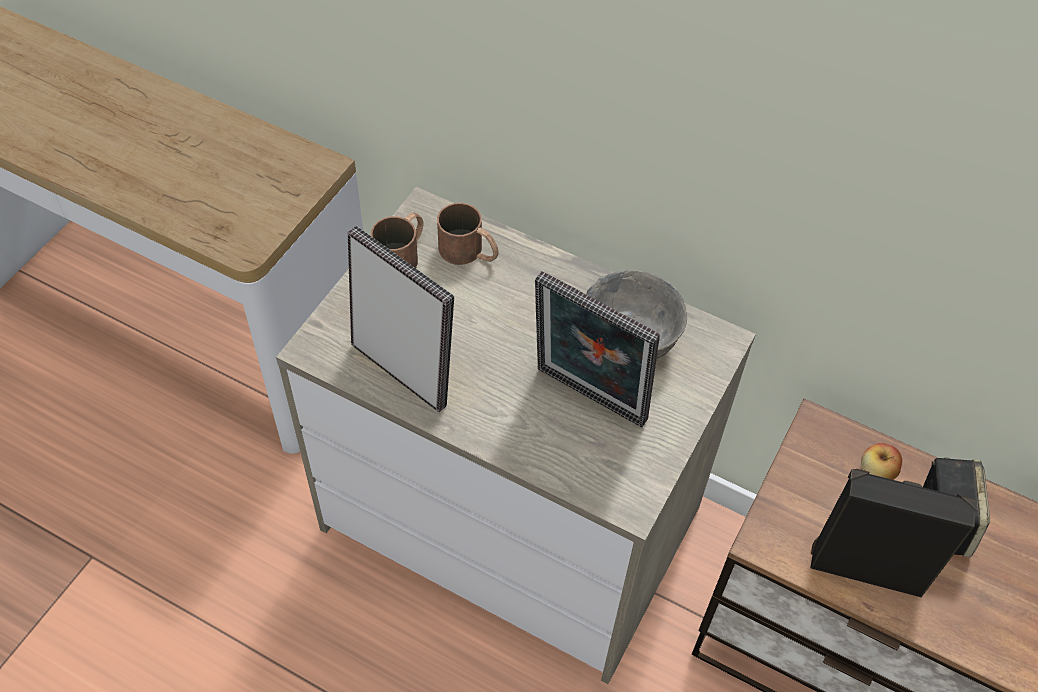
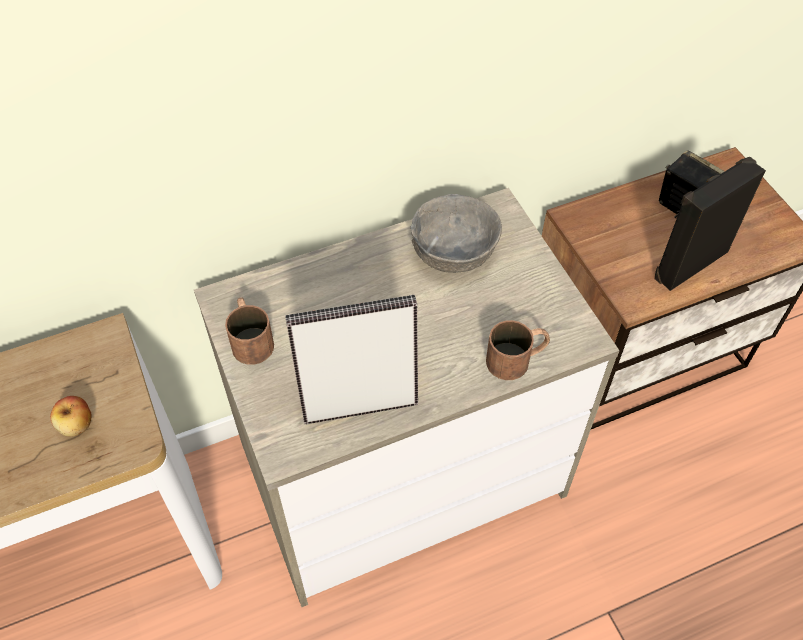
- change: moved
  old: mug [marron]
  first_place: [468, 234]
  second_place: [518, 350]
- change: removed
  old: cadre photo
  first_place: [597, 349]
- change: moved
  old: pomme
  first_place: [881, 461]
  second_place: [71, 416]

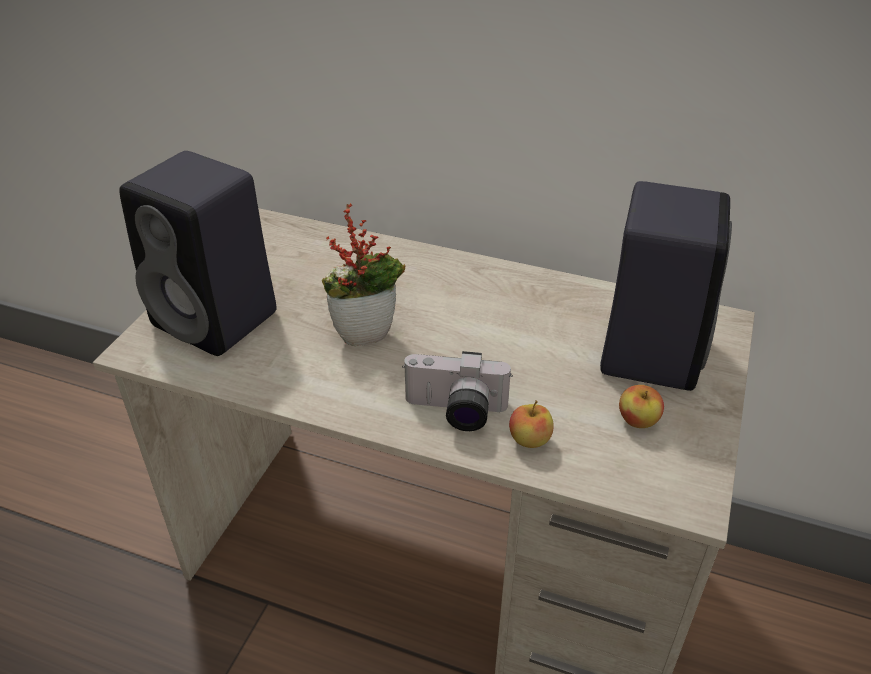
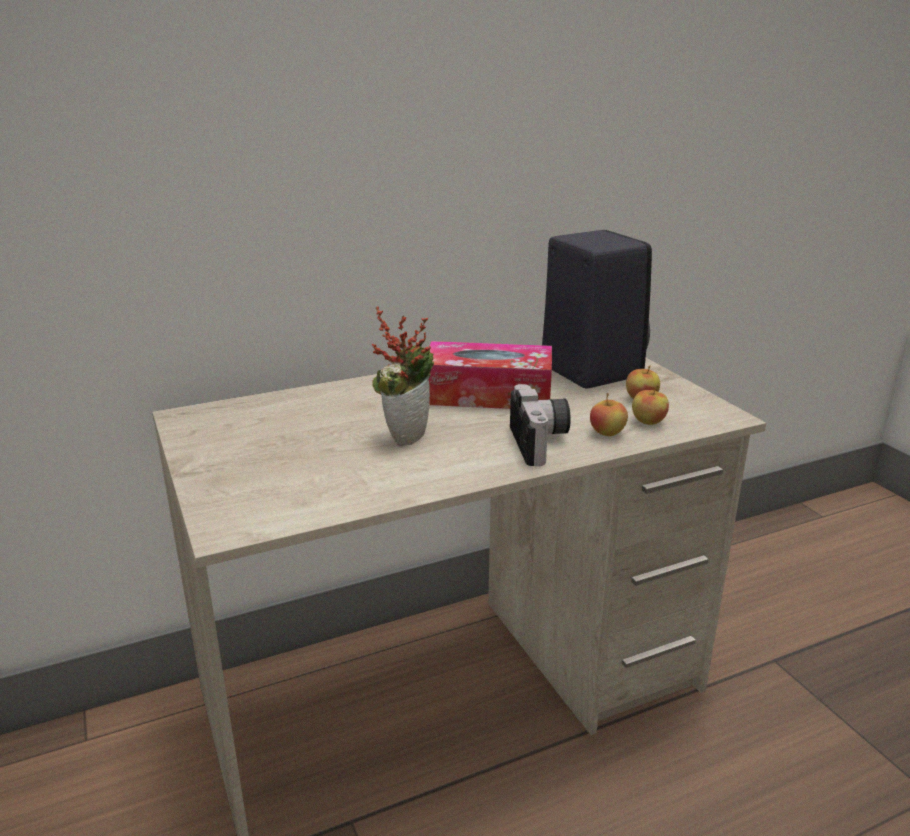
- change: removed
  old: enceinte [noir]
  first_place: [198, 253]
- change: turned
  old: appareil photo
  first_place: [457, 391]
  second_place: [540, 425]
  degrees: -60
- change: added
  new: boîte à mouchoirs
  second_place: [490, 375]
- change: added
  new: pomme
  second_place: [650, 405]

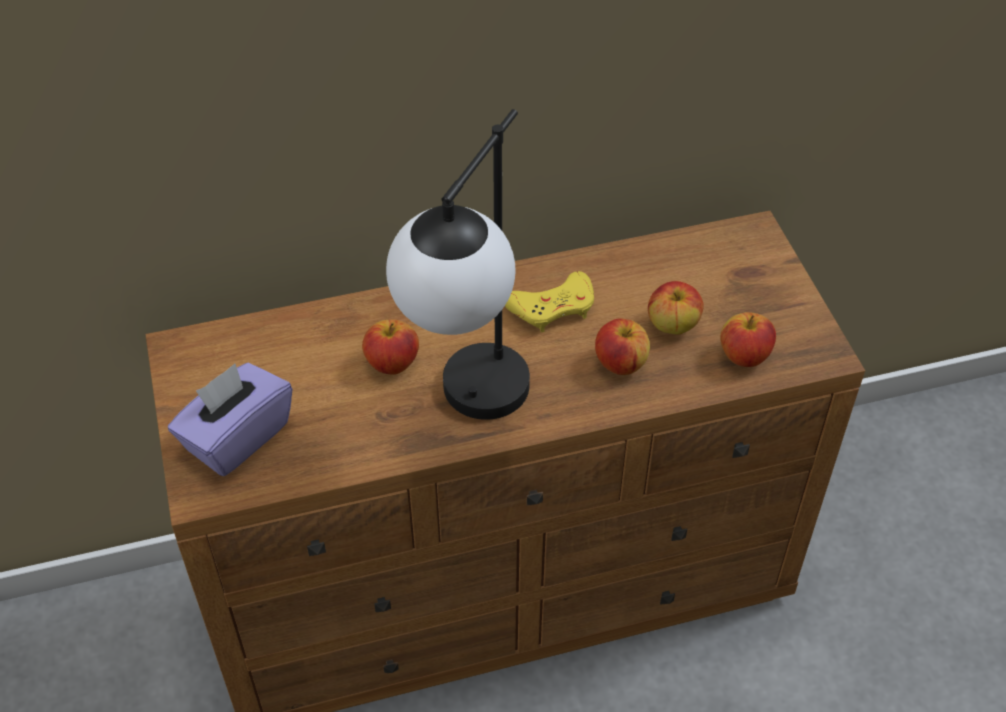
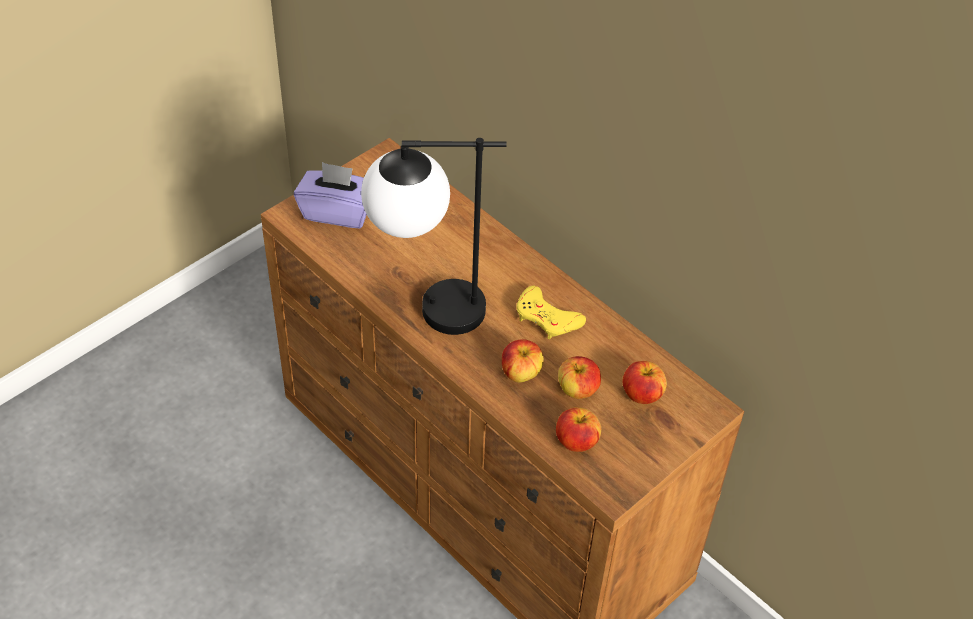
- change: moved
  old: pomme
  first_place: [390, 347]
  second_place: [644, 382]

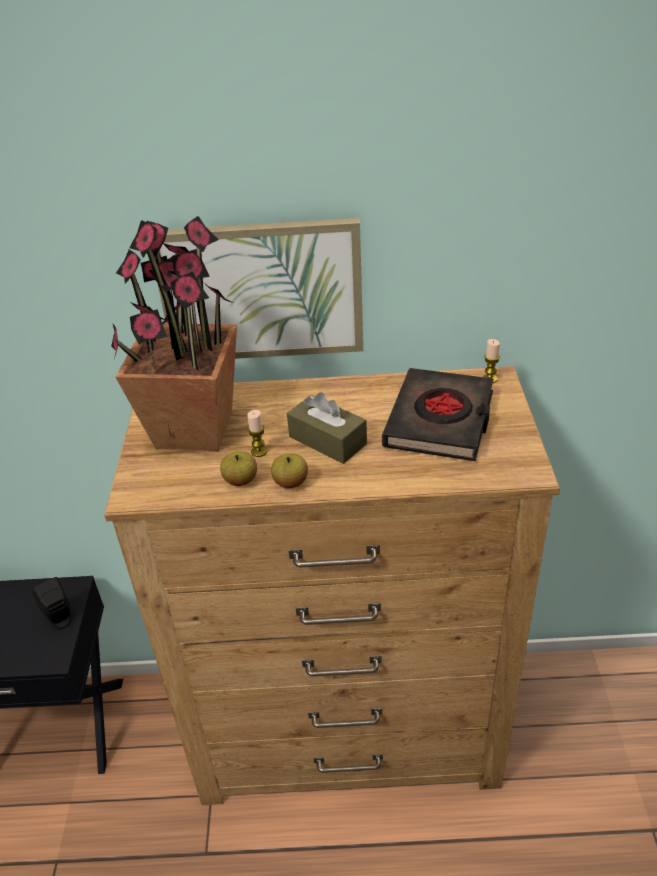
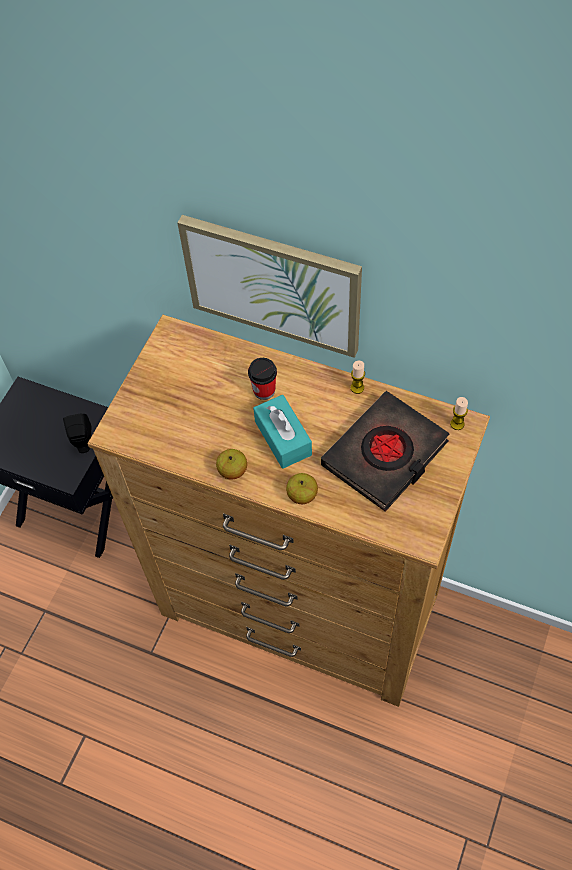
- change: removed
  old: plante en pot
  first_place: [174, 333]
- change: moved
  old: pomme
  first_place: [238, 468]
  second_place: [302, 488]
- change: moved
  old: bougie
  first_place: [257, 433]
  second_place: [358, 377]
- change: recoloured
  old: boîte à mouchoirs [marron]
  new: boîte à mouchoirs [turquoise]
  first_place: [327, 428]
  second_place: [282, 432]
- change: added
  new: tasse
  second_place: [262, 379]

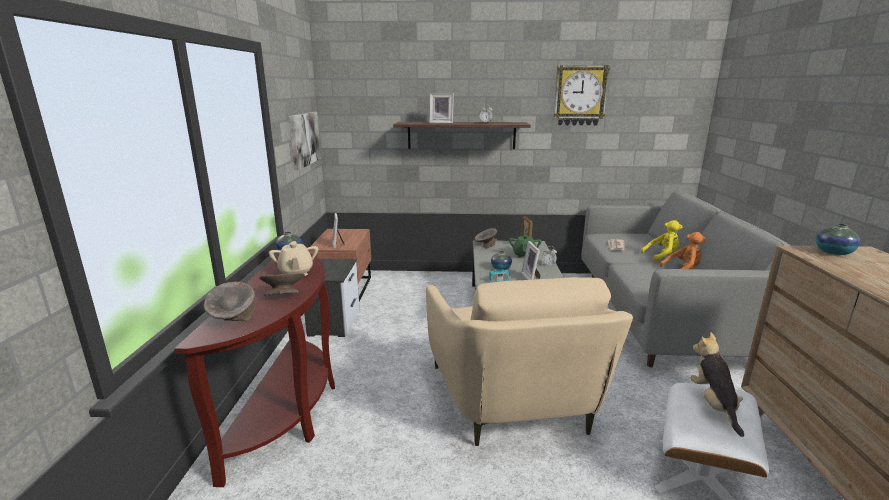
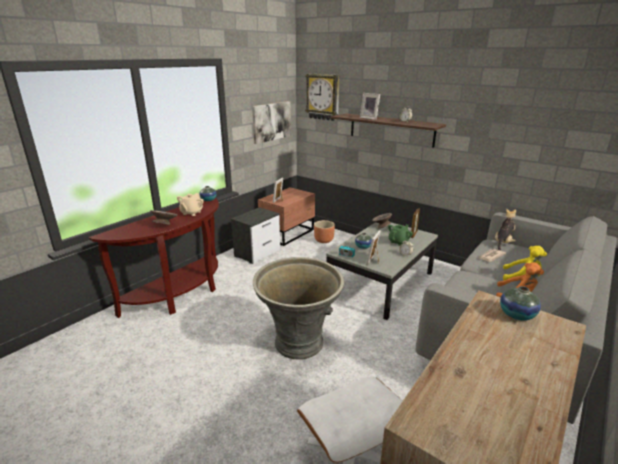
- change: removed
  old: bol [gris]
  first_place: [229, 301]
- change: replaced
  old: fauteuil [beige]
  new: cache-pot [gris]
  first_place: [529, 361]
  second_place: [298, 308]
- change: moved
  old: horloge murale
  first_place: [582, 95]
  second_place: [322, 97]
- change: moved
  old: peluche
  first_place: [717, 384]
  second_place: [505, 230]
- change: added
  new: cache-pot [marron]
  second_place: [324, 231]

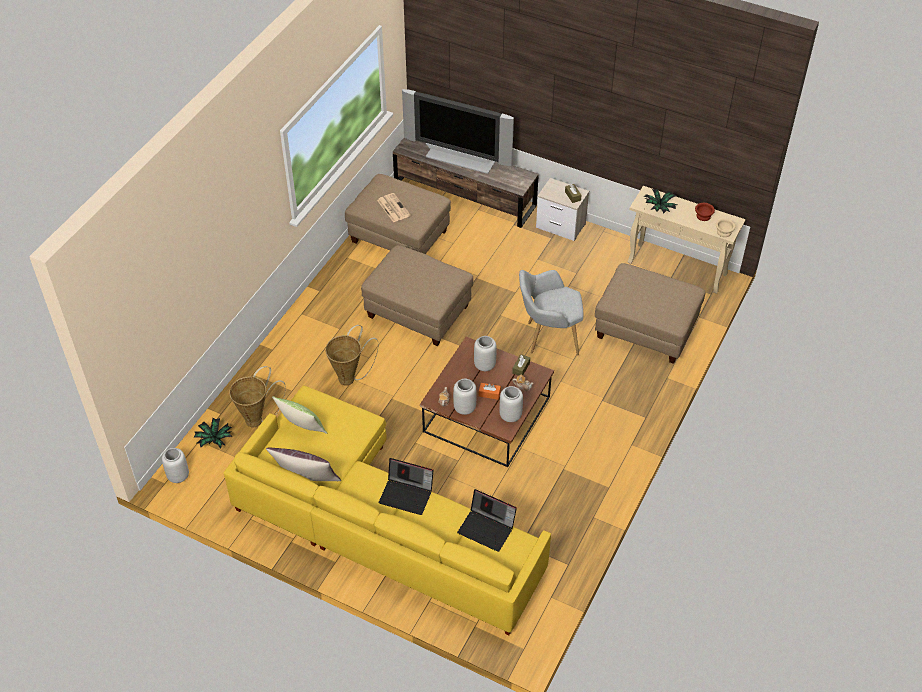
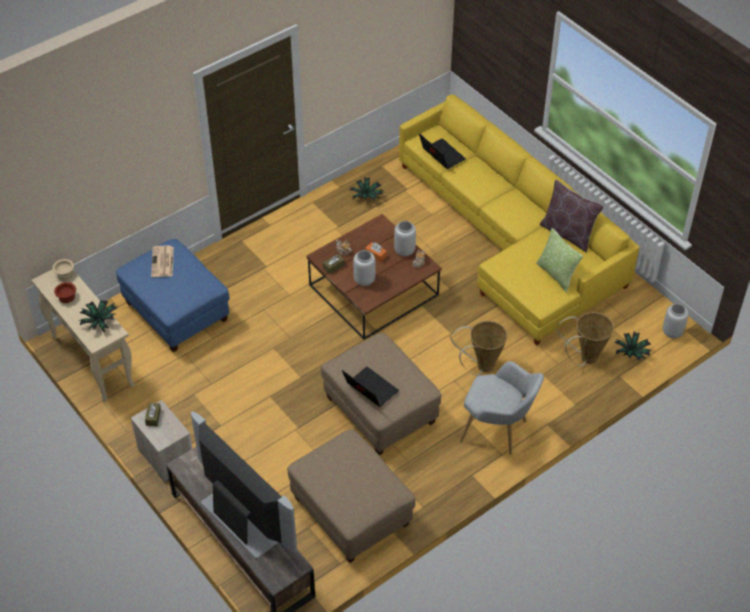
- change: moved
  old: journal
  first_place: [394, 208]
  second_place: [162, 261]
- change: moved
  old: ordinateur portable
  first_place: [406, 486]
  second_place: [370, 387]
- change: removed
  old: vase [gris]
  first_place: [511, 404]
- change: moved
  old: fauteuil [gris]
  first_place: [551, 312]
  second_place: [502, 408]
- change: recoloured
  old: pouf [beige]
  new: pouf [bleu]
  first_place: [650, 313]
  second_place: [173, 295]
- change: added
  new: plante en pot
  second_place: [366, 189]

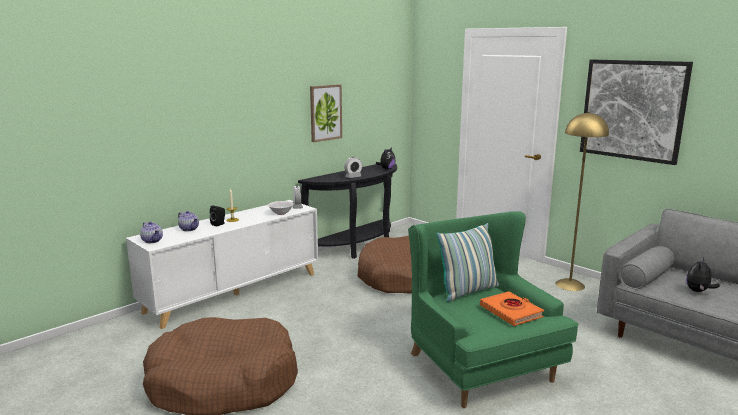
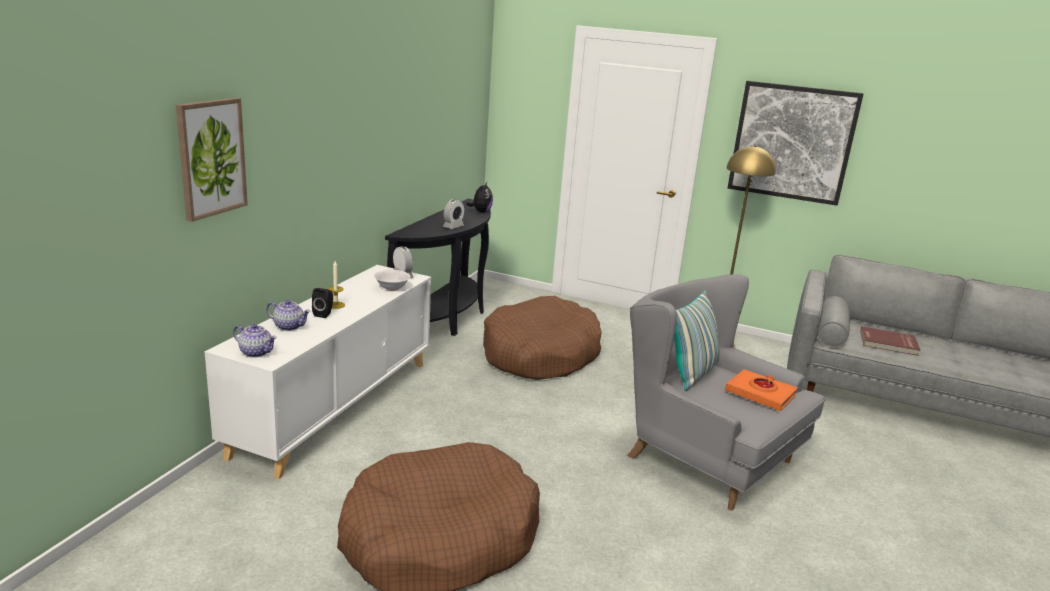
- change: moved
  old: tableau
  first_place: [326, 113]
  second_place: [212, 160]
- change: recoloured
  old: fauteuil [vert]
  new: fauteuil [gris]
  first_place: [493, 309]
  second_place: [726, 392]
- change: replaced
  old: peluche
  new: livre [rouge]
  first_place: [703, 274]
  second_place: [890, 341]

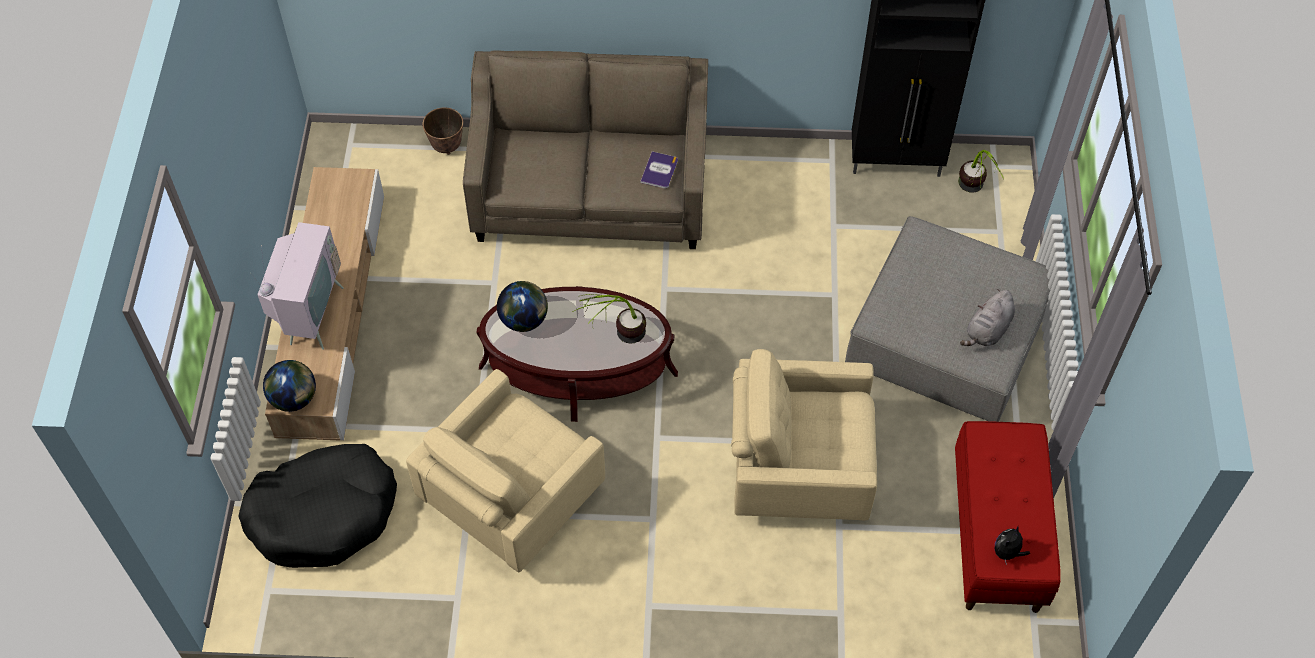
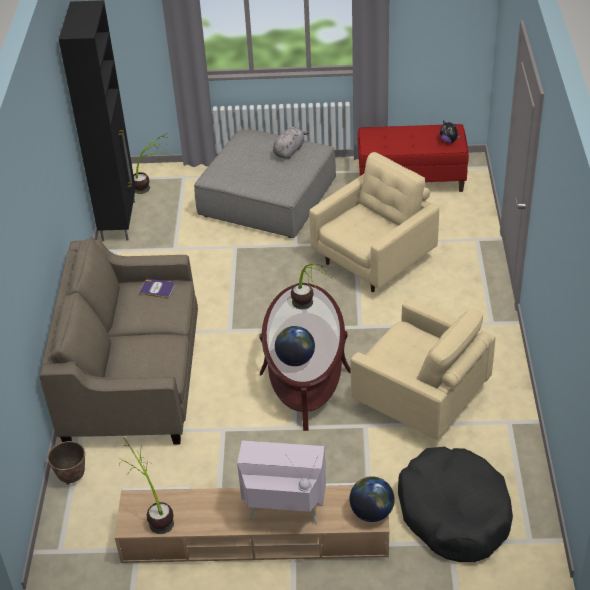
- change: turned
  old: fauteuil [beige]
  first_place: [804, 435]
  second_place: [374, 222]
  degrees: -135
- change: turned
  old: peluche [gris]
  first_place: [987, 317]
  second_place: [291, 143]
  degrees: -90
- change: added
  new: plante en pot
  second_place: [146, 485]

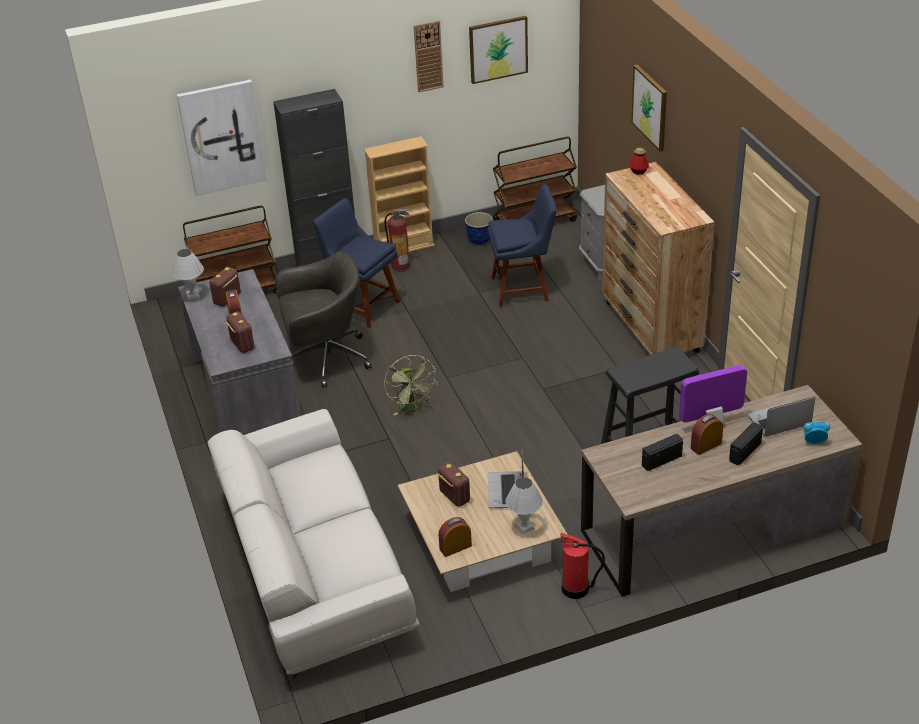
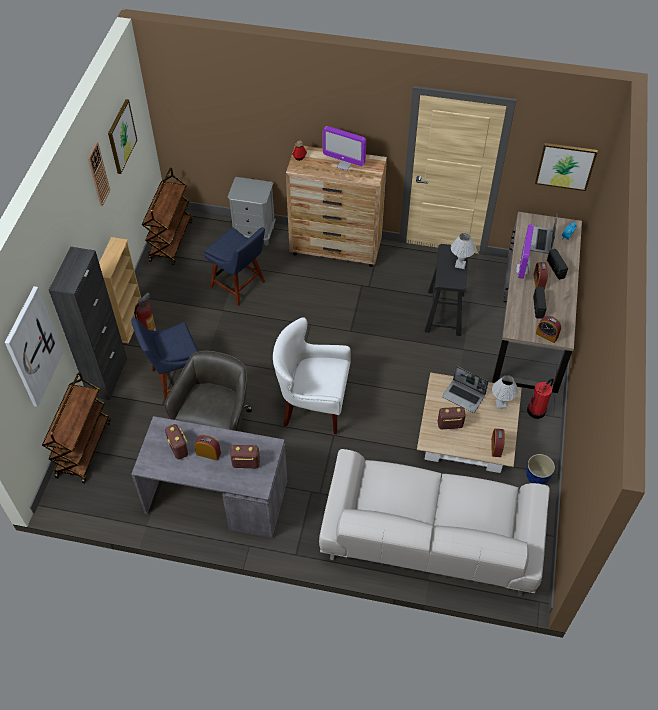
- change: moved
  old: lampe de table [blanc]
  first_place: [188, 275]
  second_place: [463, 251]
- change: replaced
  old: ventilateur [vert]
  new: fauteuil [blanc]
  first_place: [411, 385]
  second_place: [312, 376]
- change: moved
  old: cache-pot
  first_place: [479, 228]
  second_place: [540, 469]
- change: turned
  old: chaise [bleu]
  first_place: [522, 245]
  second_place: [234, 266]
  degrees: 105
- change: moved
  old: tableau
  first_place: [649, 108]
  second_place: [566, 167]
- change: added
  new: écran d'ordinateur
  second_place: [344, 148]
- change: added
  new: réveil
  second_place: [548, 329]

